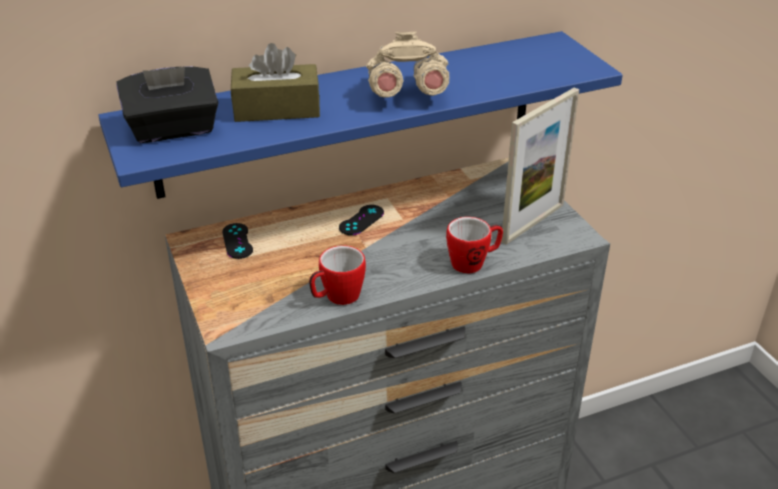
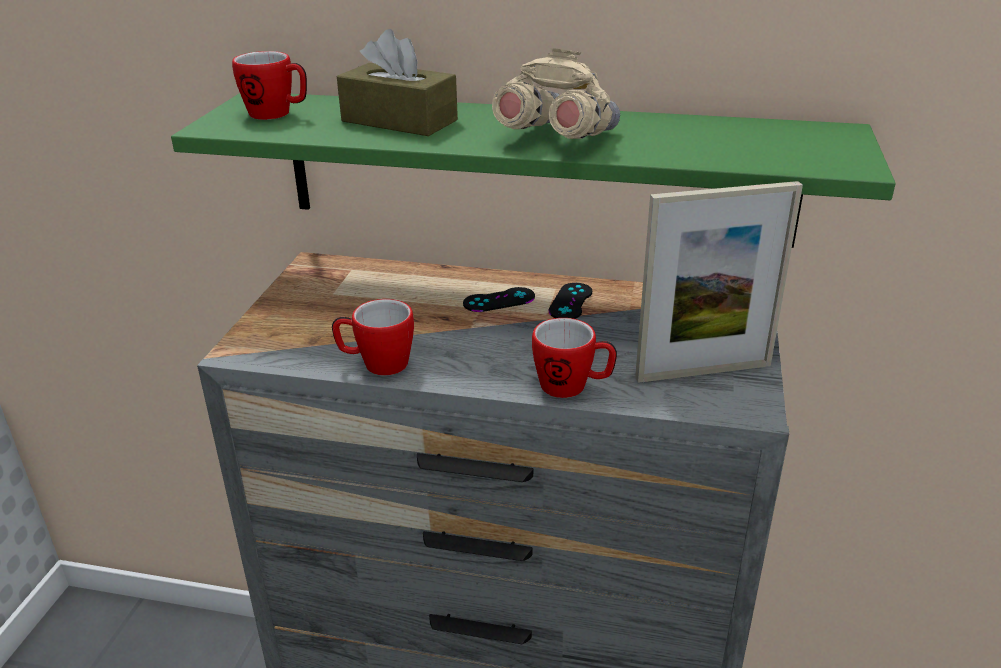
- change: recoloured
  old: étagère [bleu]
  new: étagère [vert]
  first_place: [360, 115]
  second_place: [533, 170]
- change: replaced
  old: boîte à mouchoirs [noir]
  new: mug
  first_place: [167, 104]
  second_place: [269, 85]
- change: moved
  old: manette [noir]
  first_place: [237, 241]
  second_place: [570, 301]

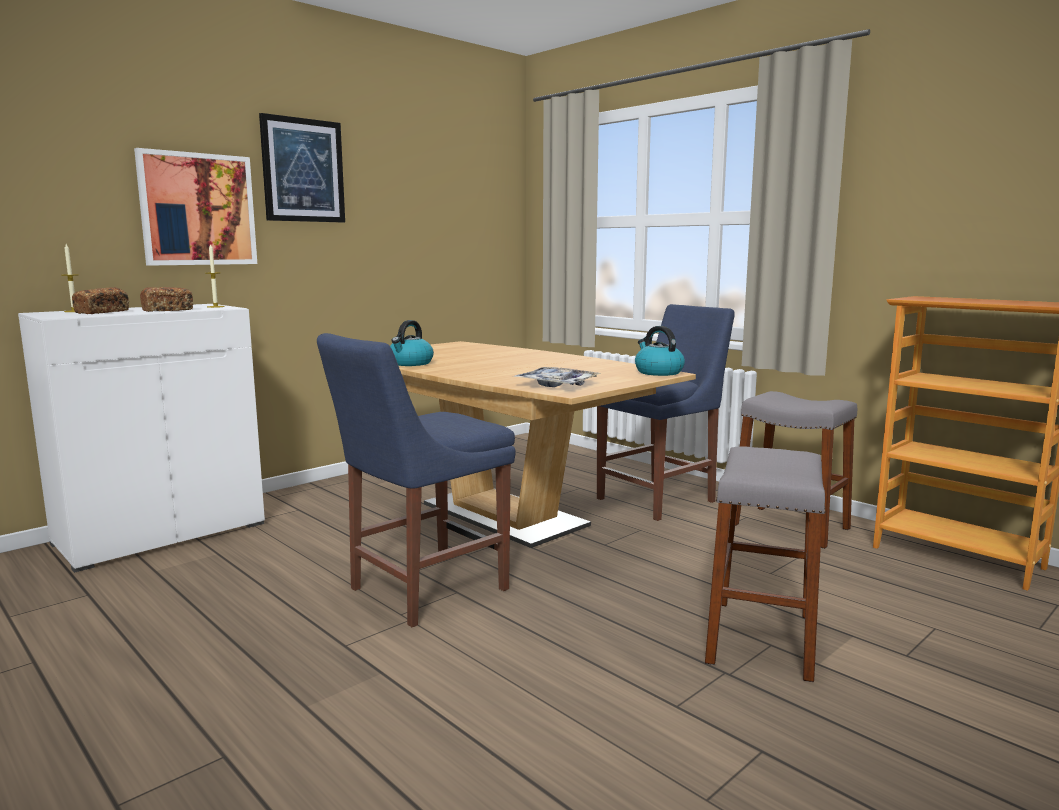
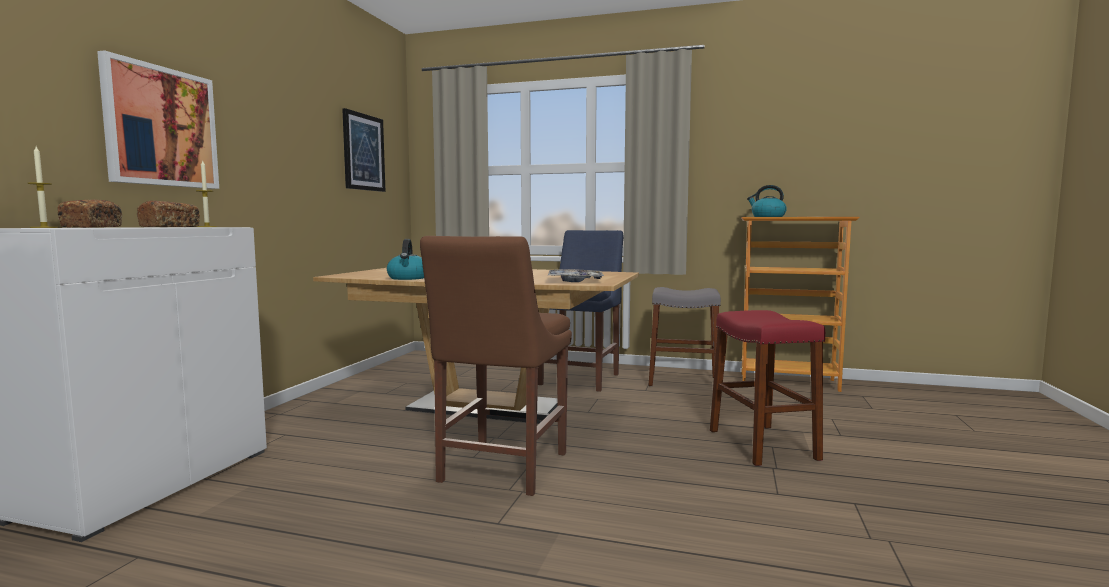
- change: moved
  old: tableau
  first_place: [302, 167]
  second_place: [364, 150]
- change: recoloured
  old: chaise [bleu]
  new: chaise [marron]
  first_place: [416, 480]
  second_place: [496, 366]
- change: moved
  old: bouilloire
  first_place: [660, 351]
  second_place: [767, 201]
- change: recoloured
  old: tabouret [gris]
  new: tabouret [rouge]
  first_place: [765, 564]
  second_place: [767, 388]

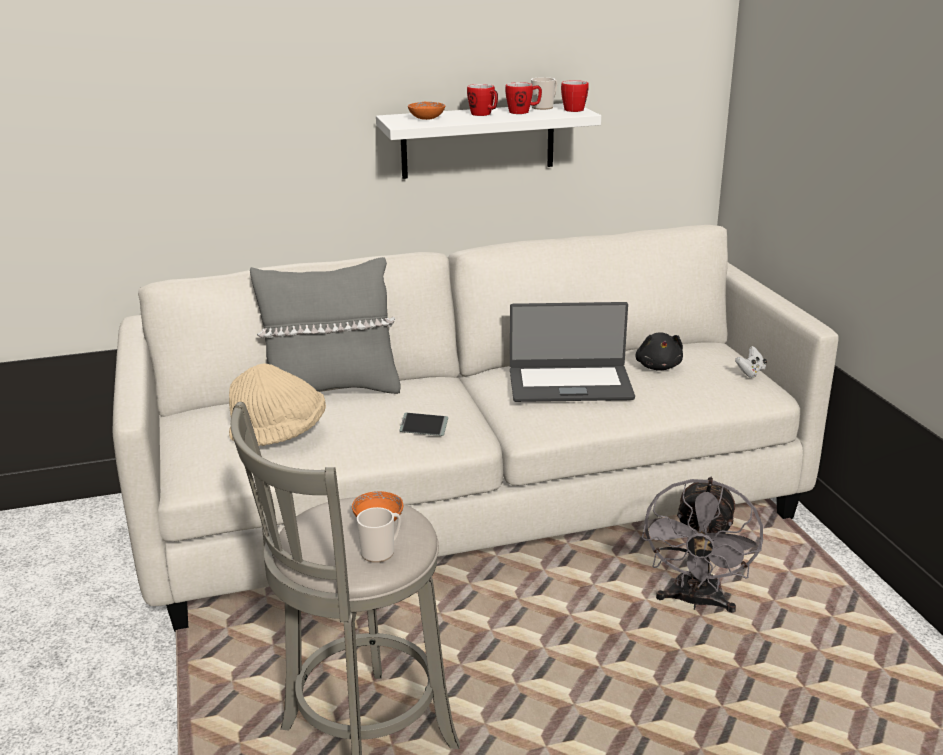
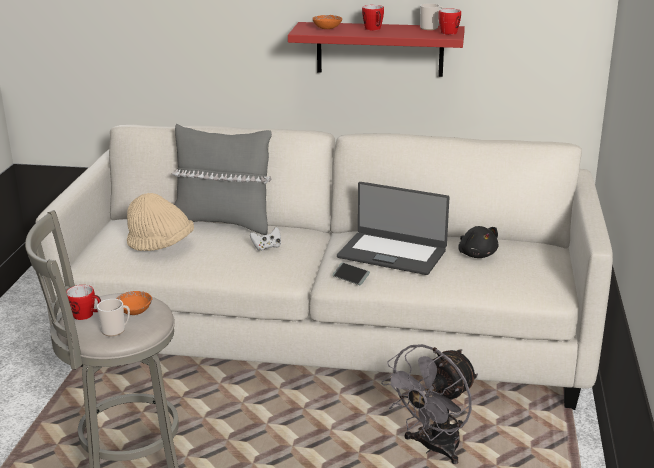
- change: recoloured
  old: étagère [blanc]
  new: étagère [rouge]
  first_place: [488, 141]
  second_place: [376, 49]
- change: moved
  old: téléphone
  first_place: [423, 424]
  second_place: [351, 273]
- change: moved
  old: mug
  first_place: [523, 98]
  second_place: [83, 302]
- change: turned
  old: peluche [noir]
  first_place: [659, 351]
  second_place: [479, 242]
  degrees: -45
- change: moved
  old: manette [blanc]
  first_place: [751, 362]
  second_place: [265, 239]

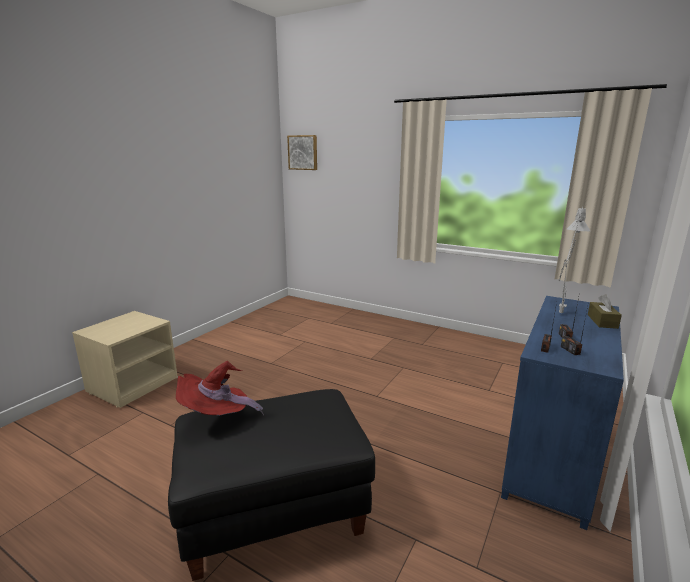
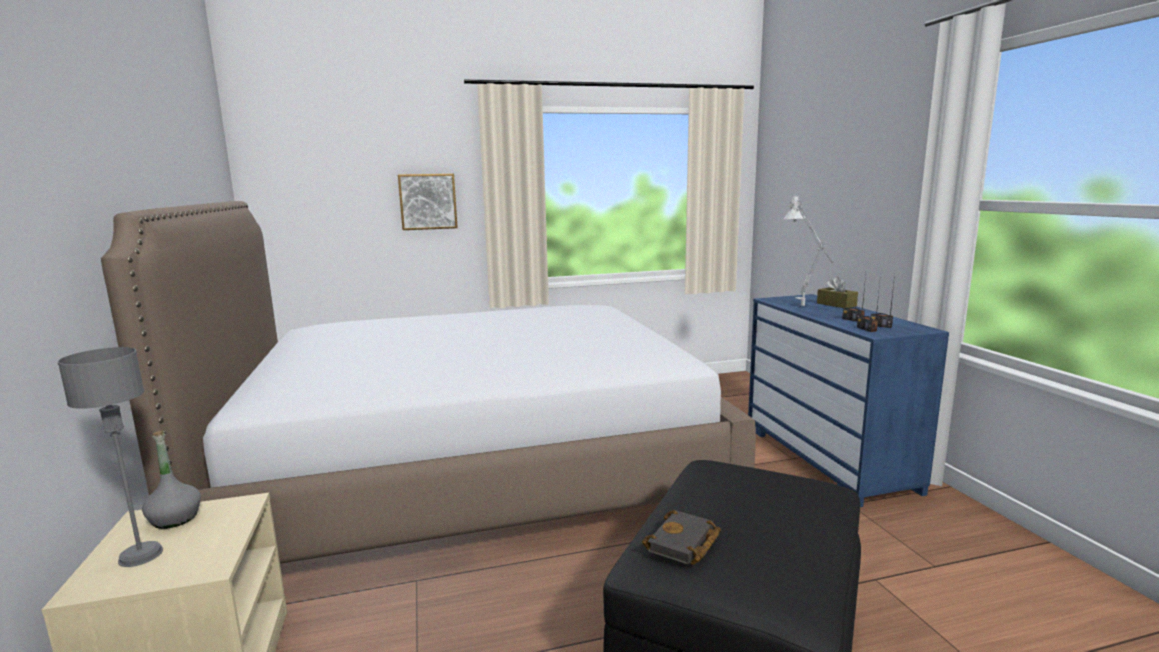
- change: replaced
  old: chapeau [rouge]
  new: livre [noir]
  first_place: [220, 388]
  second_place: [681, 537]
- change: moved
  old: tableau
  first_place: [302, 152]
  second_place: [428, 202]
- change: added
  new: lampe de table [gris]
  second_place: [110, 457]
- change: added
  new: lit
  second_place: [428, 382]
- change: added
  new: bouteille [gris]
  second_place: [171, 480]

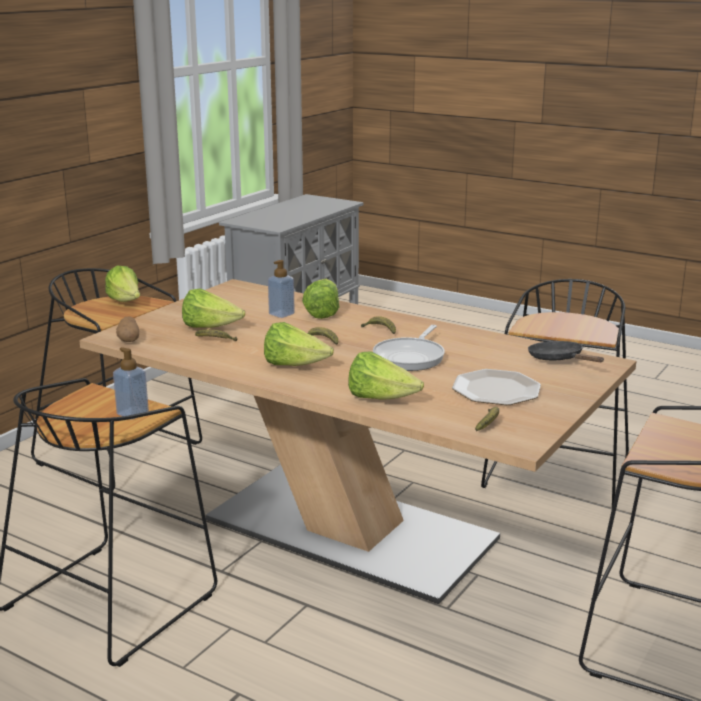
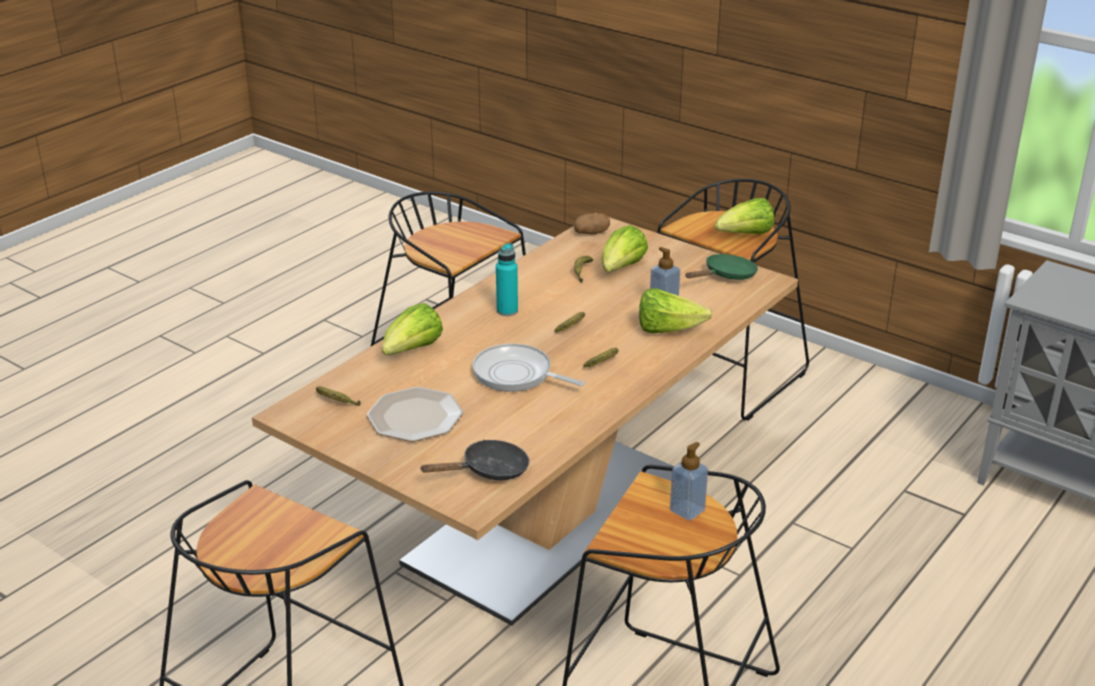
- change: moved
  old: distributeur de savon
  first_place: [131, 383]
  second_place: [689, 481]
- change: replaced
  old: laitue
  new: bouteille [turquoise]
  first_place: [299, 344]
  second_place: [507, 279]
- change: added
  new: poêle [vert]
  second_place: [721, 267]

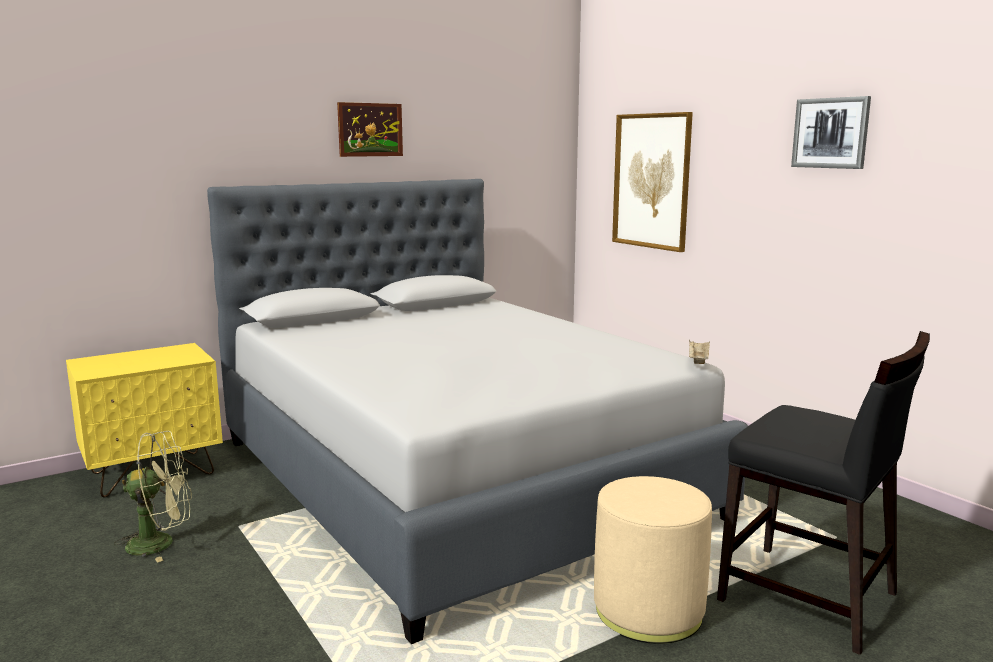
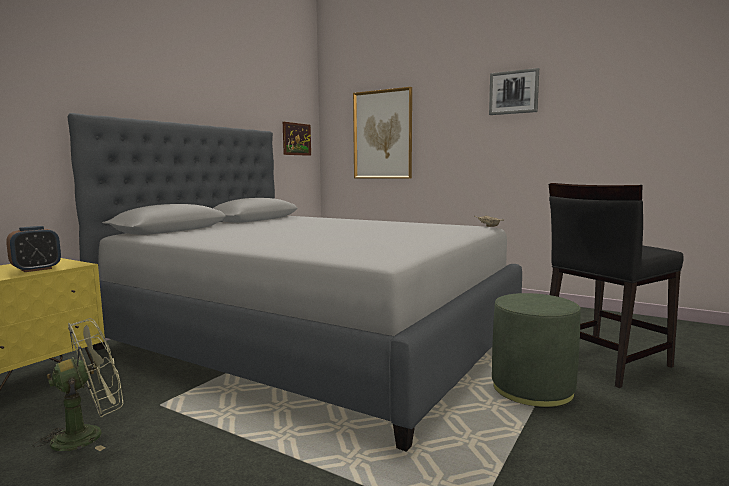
- change: moved
  old: tableau
  first_place: [370, 129]
  second_place: [297, 139]
- change: recoloured
  old: pouf [beige]
  new: pouf [vert]
  first_place: [653, 560]
  second_place: [536, 350]
- change: turned
  old: chaise [noir]
  first_place: [823, 493]
  second_place: [616, 285]
  degrees: 135
- change: added
  new: réveil
  second_place: [33, 249]

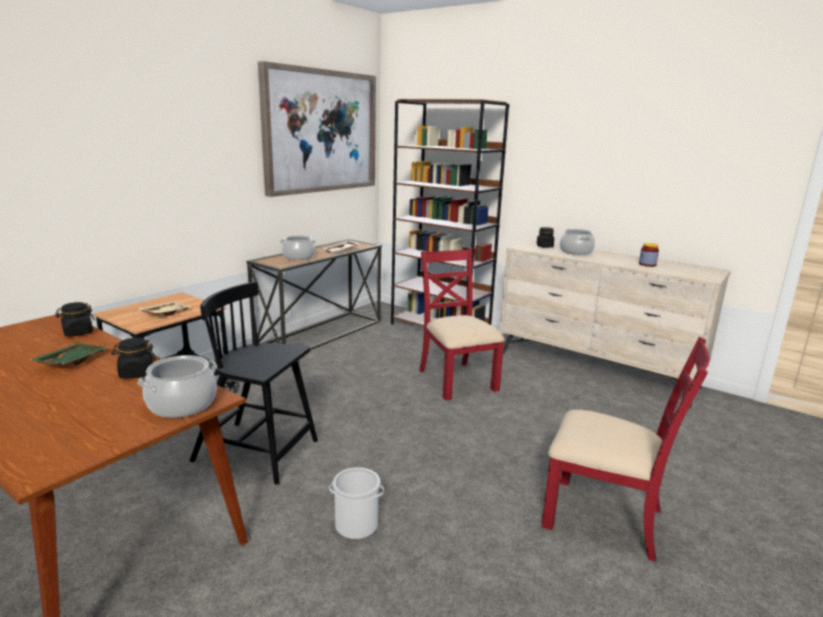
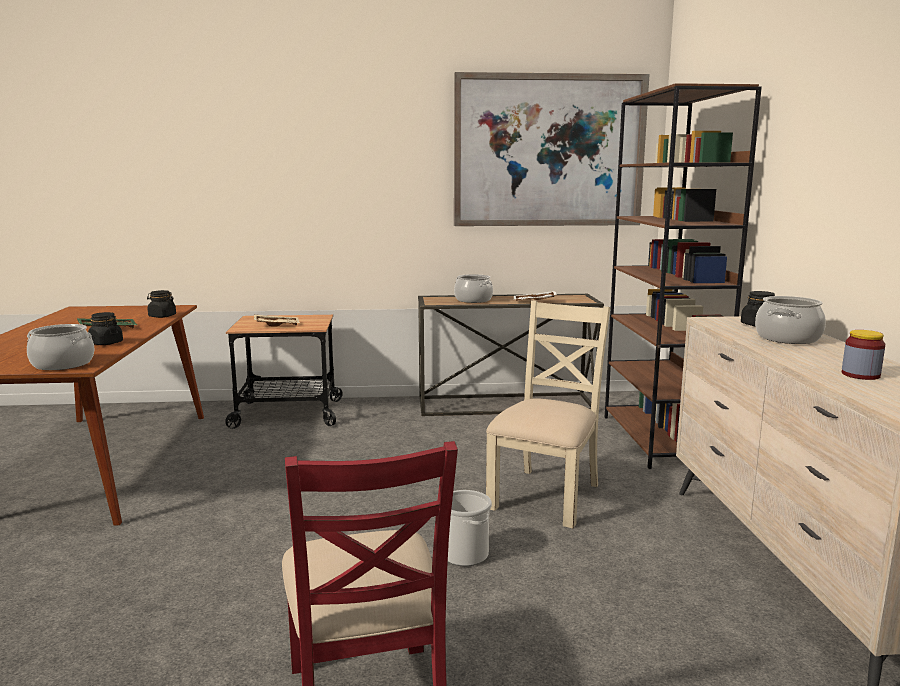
- change: removed
  old: chaise [noir]
  first_place: [254, 383]
- change: moved
  old: seau
  first_place: [356, 503]
  second_place: [470, 528]
- change: recoloured
  old: chaise [rouge]
  new: chaise [beige]
  first_place: [462, 324]
  second_place: [548, 414]

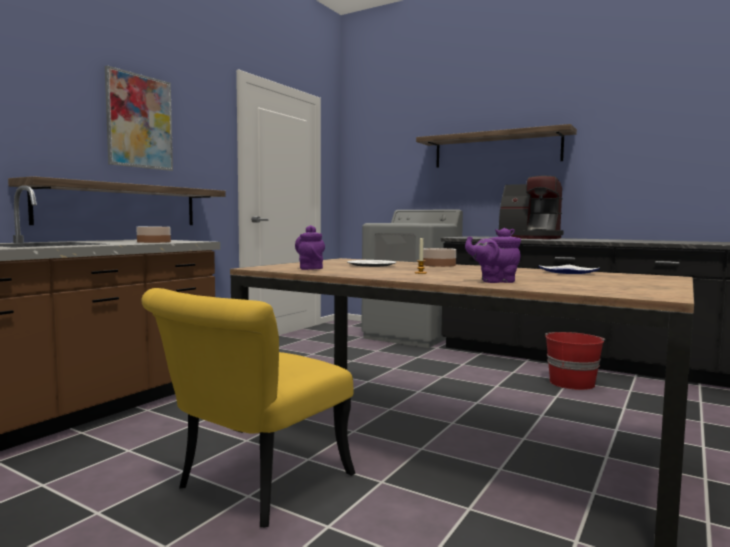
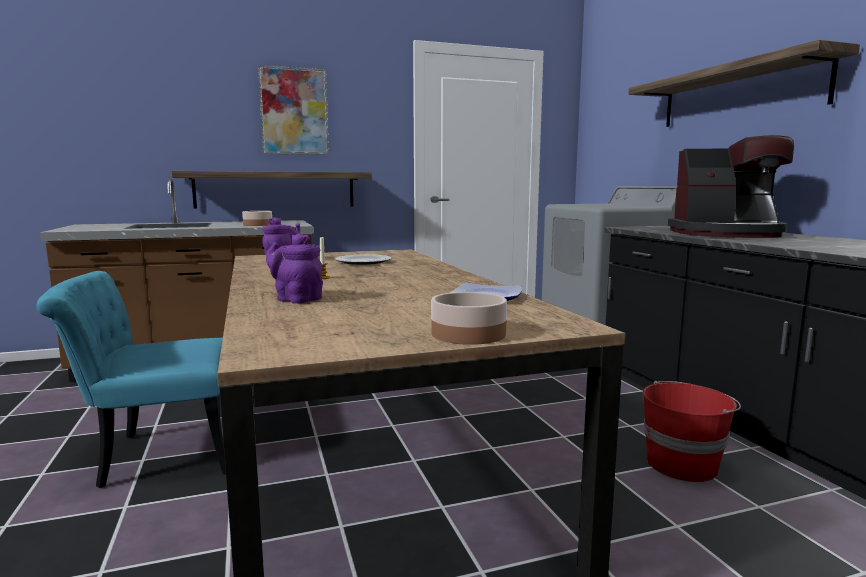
- change: recoloured
  old: chaise [jaune]
  new: chaise [turquoise]
  first_place: [248, 408]
  second_place: [131, 379]
- change: moved
  old: bol
  first_place: [439, 257]
  second_place: [469, 318]
- change: turned
  old: machine à café
  first_place: [530, 207]
  second_place: [731, 186]
  degrees: -60

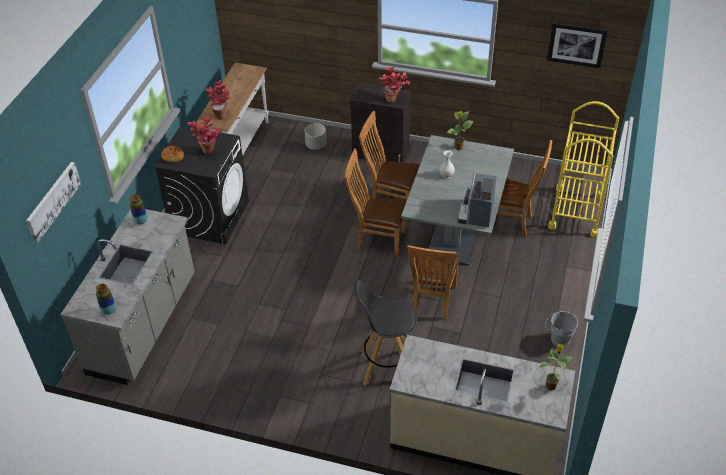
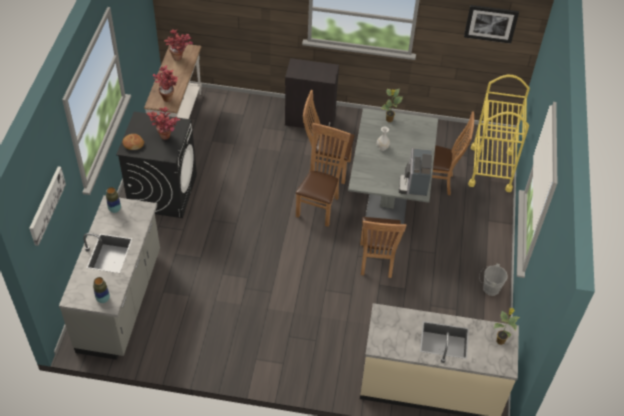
- change: removed
  old: cache-pot [gris]
  first_place: [315, 136]
- change: turned
  old: chaise [marron]
  first_place: [376, 203]
  second_place: [322, 175]
  degrees: 105
- change: removed
  old: tabouret [noir]
  first_place: [386, 332]
- change: moved
  old: plante en pot
  first_place: [394, 85]
  second_place: [178, 45]

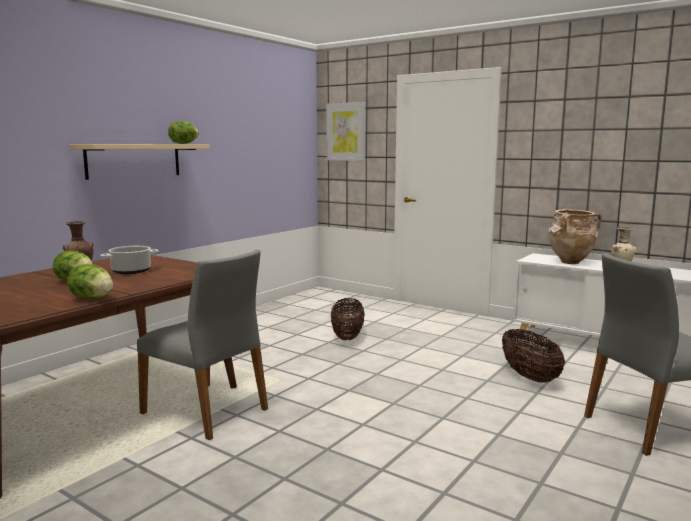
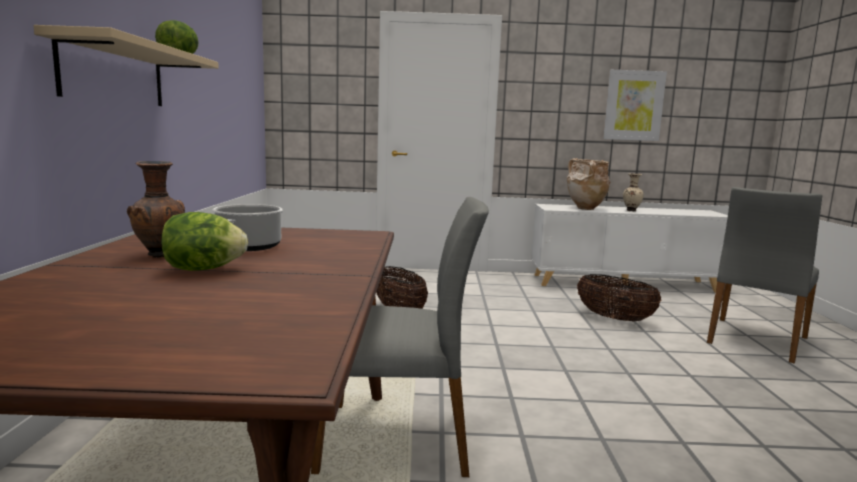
- change: removed
  old: laitue
  first_place: [90, 281]
- change: moved
  old: tableau
  first_place: [345, 131]
  second_place: [635, 105]

